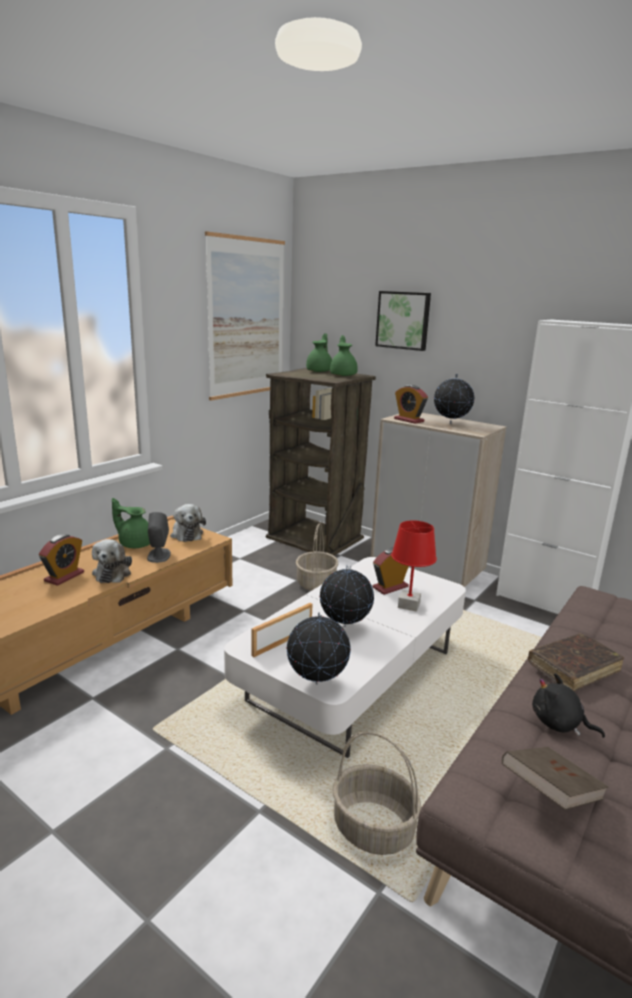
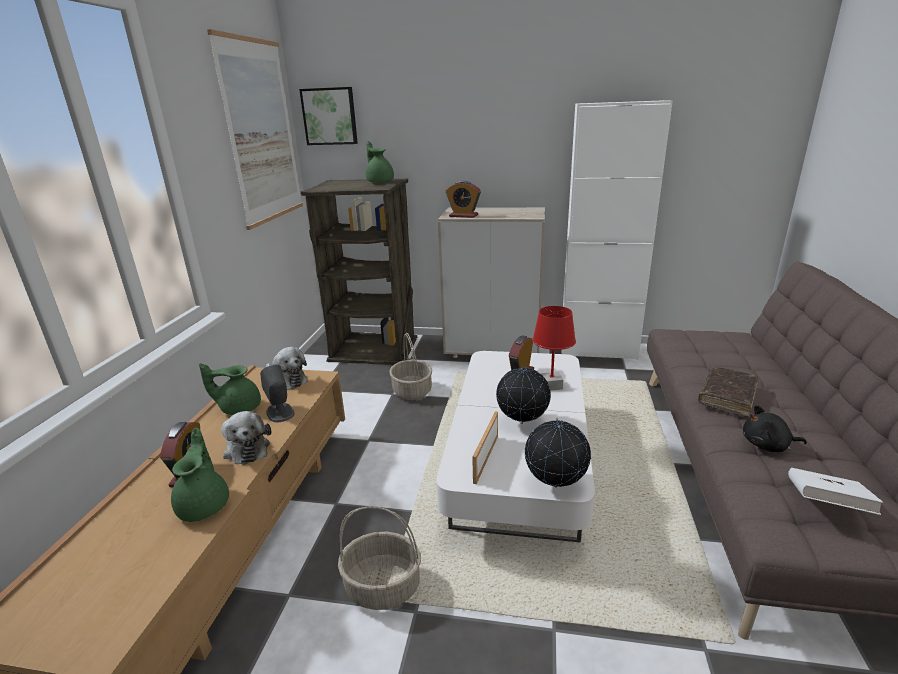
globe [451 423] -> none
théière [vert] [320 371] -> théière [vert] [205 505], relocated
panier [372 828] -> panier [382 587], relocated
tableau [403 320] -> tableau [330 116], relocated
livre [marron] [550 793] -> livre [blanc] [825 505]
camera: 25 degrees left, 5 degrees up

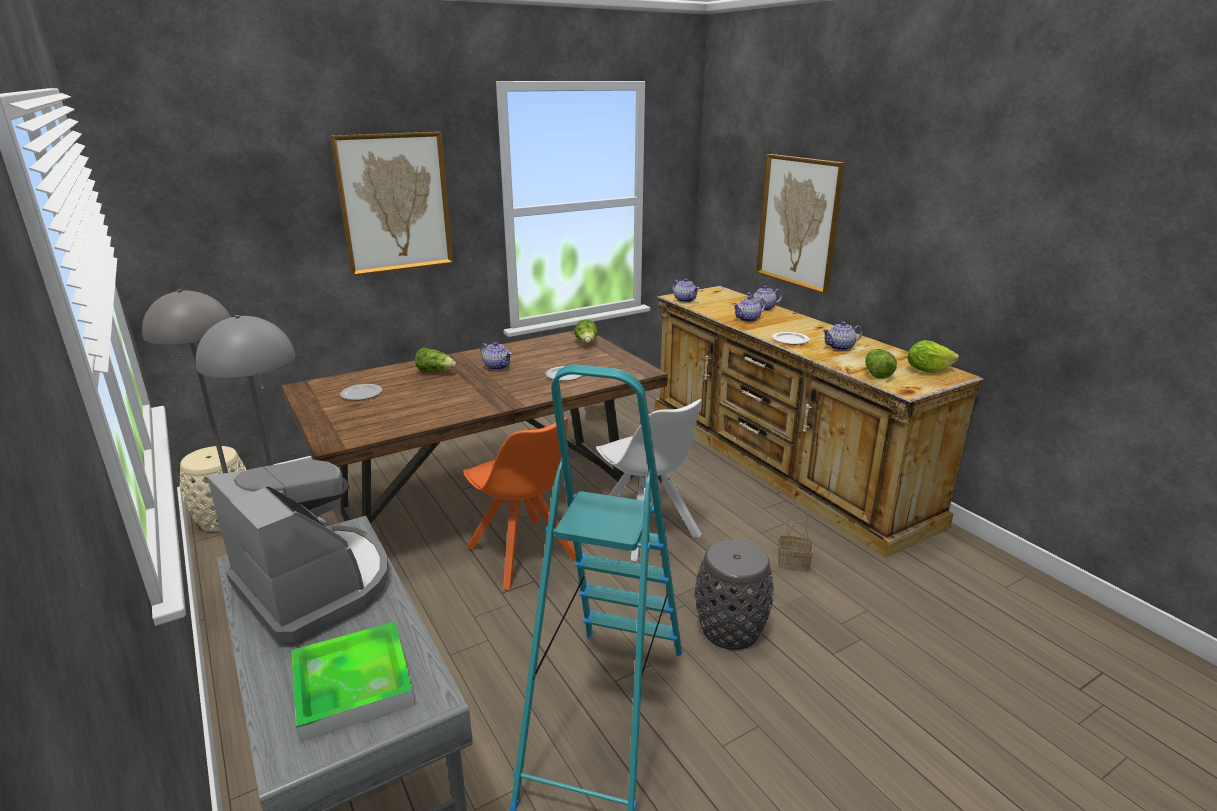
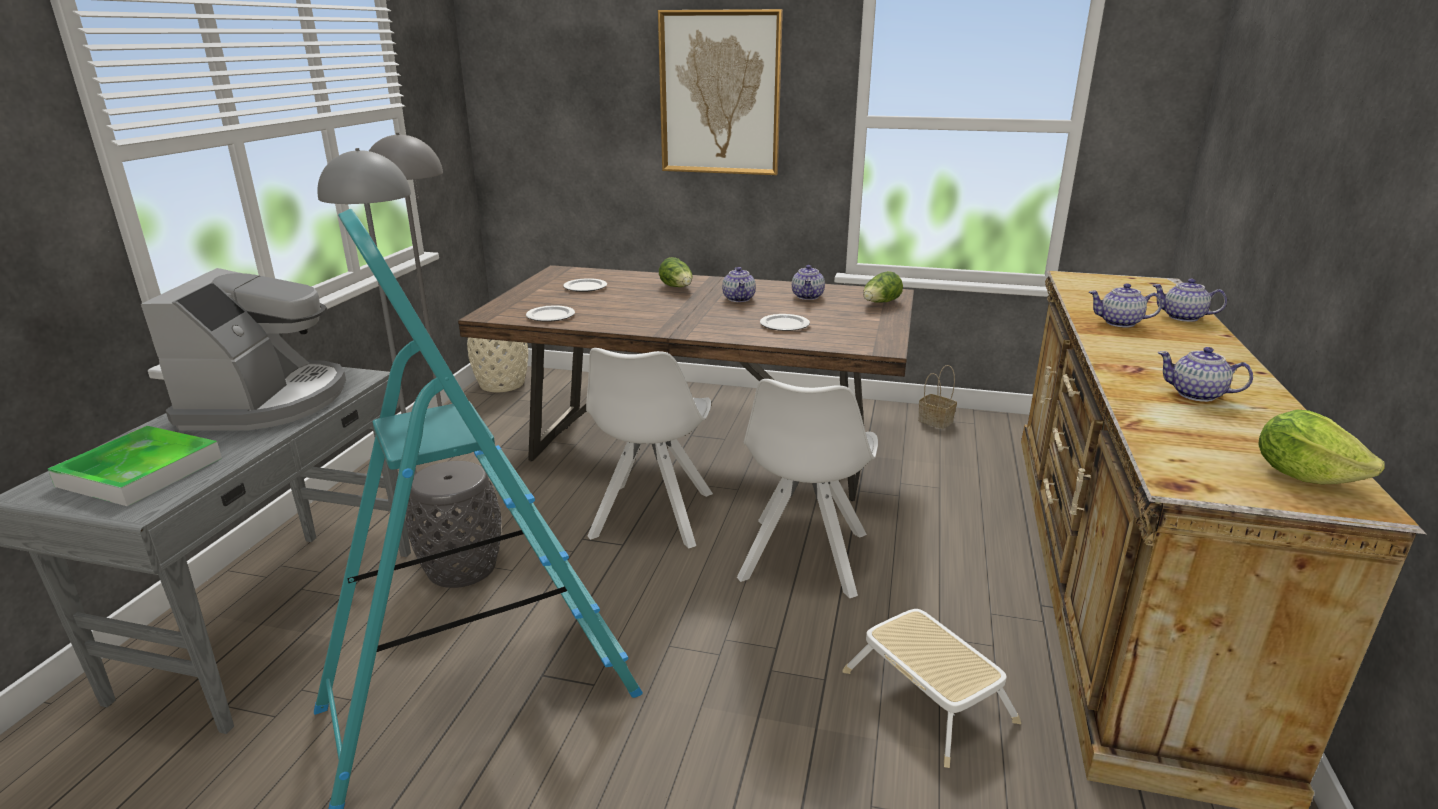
tableau [799 222] -> none
laitue [876 373] -> none
théière [685 300] -> théière [808 296], relocated
tabouret [gris] [730 630] -> tabouret [gris] [461 568], relocated
assiette [790 340] -> assiette [550 316], relocated
panier [794 562] -> escabeau [beige] [927 696]
chaise [orange] [523 554] -> chaise [blanc] [651 516]
camera: 45 degrees right, 0 degrees up

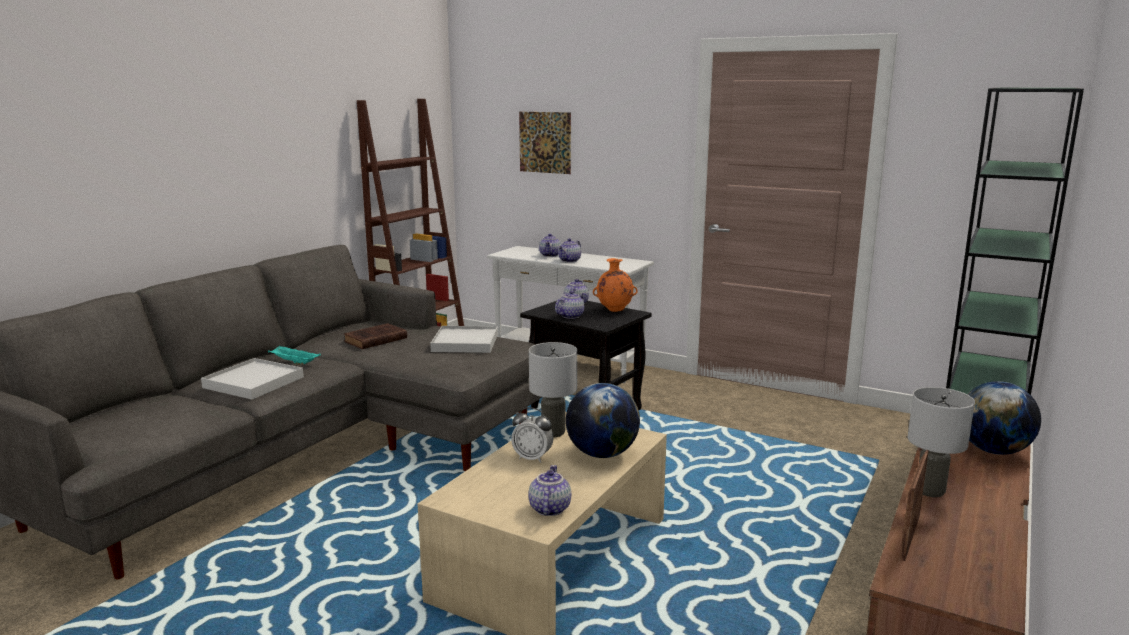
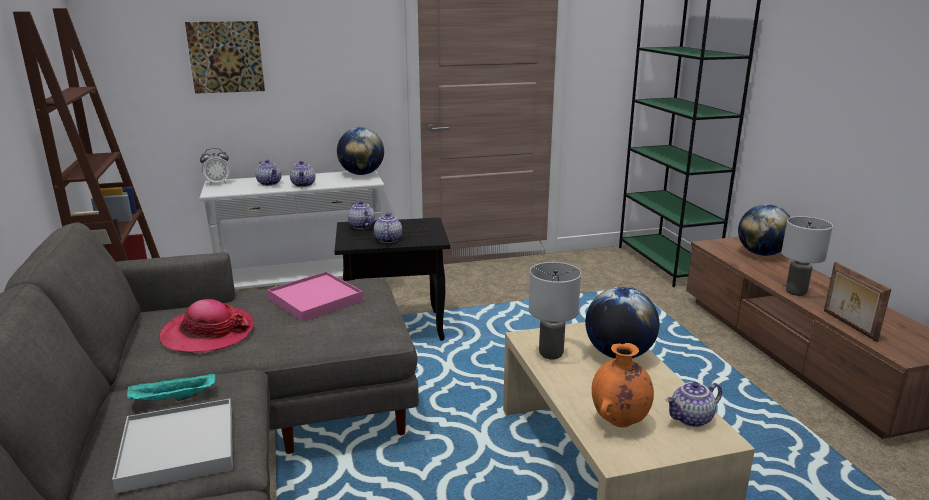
none -> globe [361 174]
réveil [532 458] -> réveil [217 183], relocated
vase [orange] [614 310] -> vase [orange] [619 422], relocated
livre [marron] [374 340] -> chapeau [208 333]
plateau [blanc] [465 343] -> plateau [rose] [315 299]
théière [548 509] -> théière [691 419], 75 degrees counterclockwise
camera: 45 degrees left, 5 degrees up

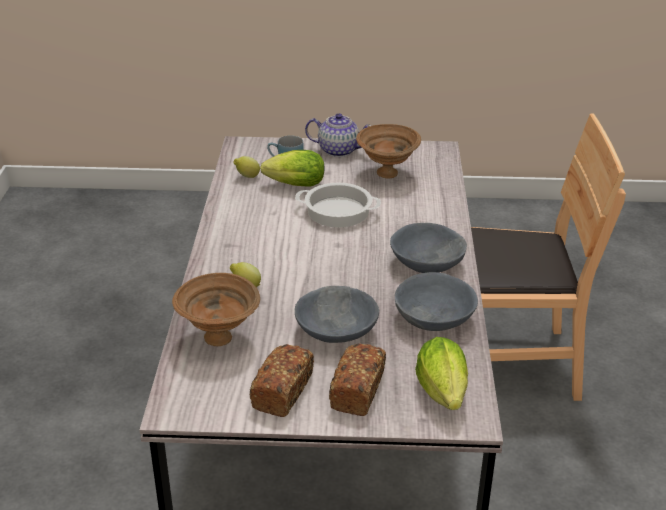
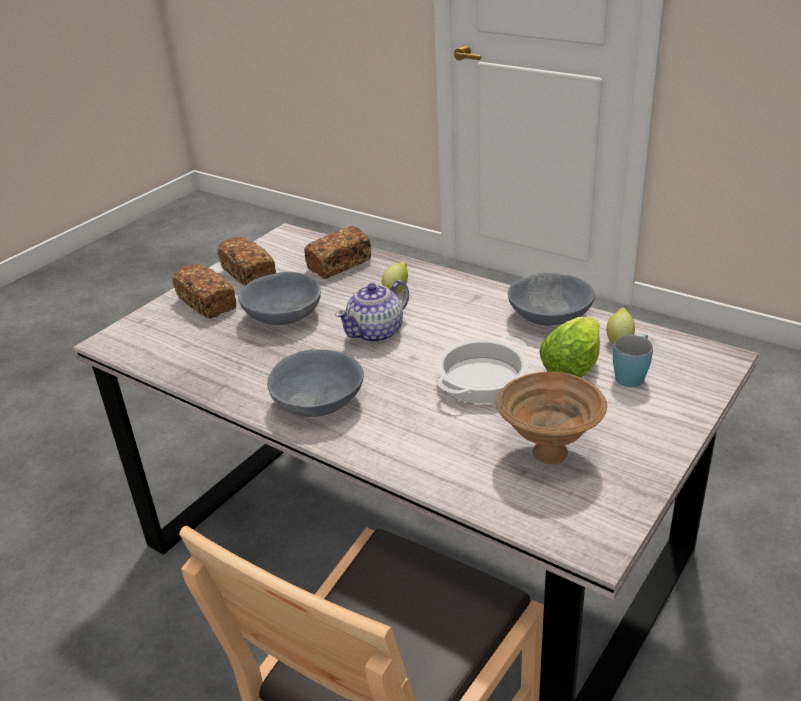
laitue [443 396] -> none
théière [338 150] -> théière [376 332], relocated
bol [gris] [435 318] -> bol [gris] [549 317], relocated
bol [marron] [220 338] -> pain [339 264]
camera: 125 degrees right, 0 degrees up

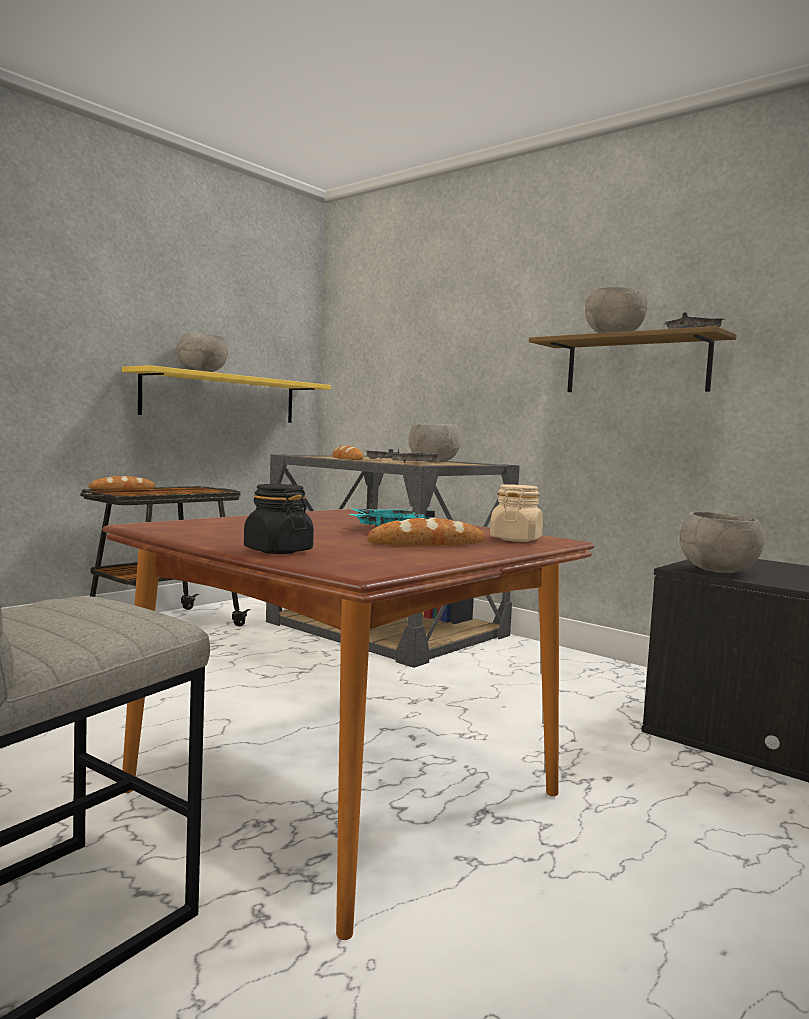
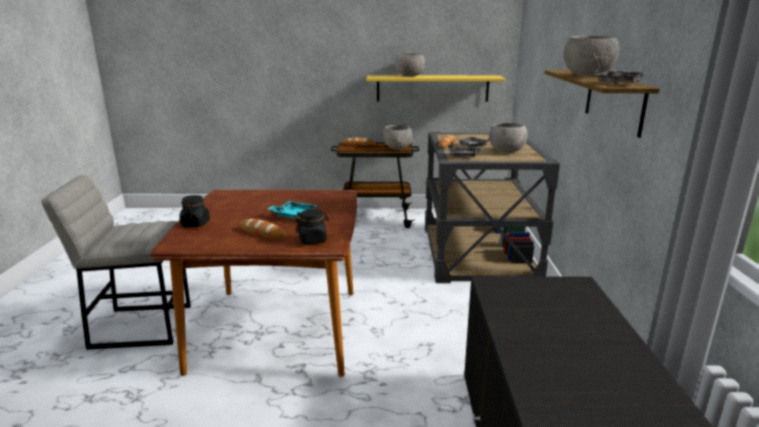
bol [gris] [717 571] -> bol [gris] [397 148], relocated
bocal [beige] [515 539] -> bocal [noir] [313 240]
camera: 50 degrees right, 15 degrees up

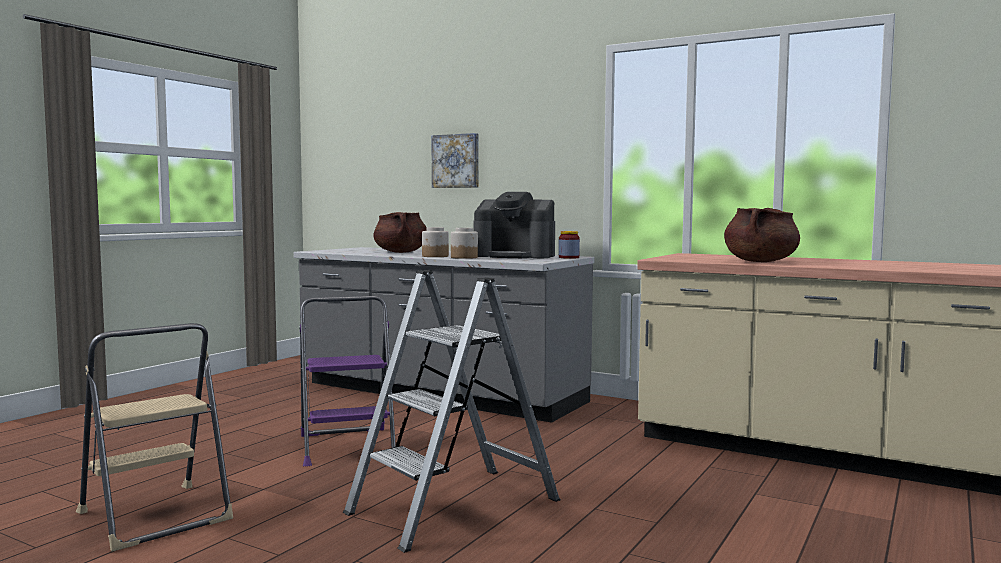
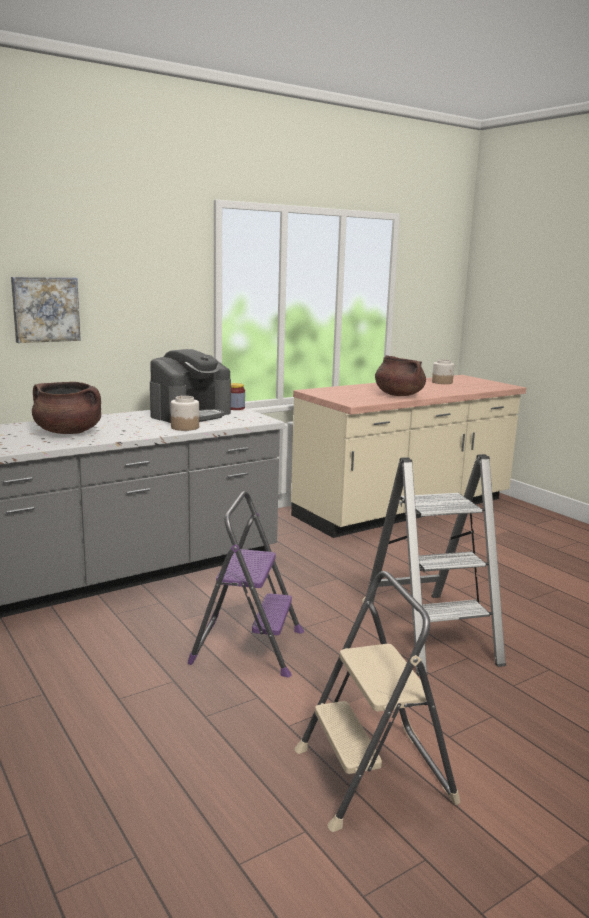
bocal [435 256] -> bocal [442 382], relocated
camera: 65 degrees left, 10 degrees up

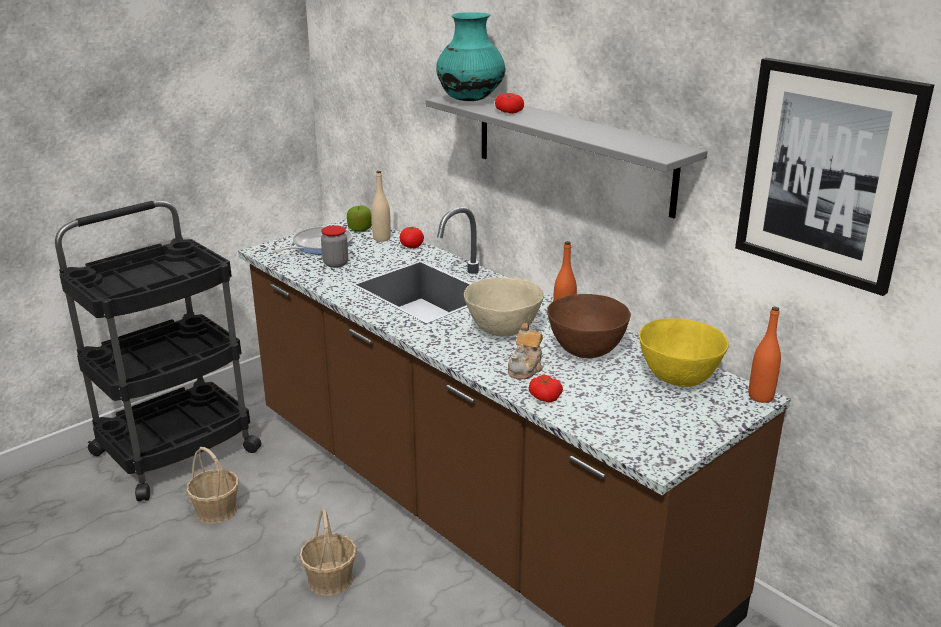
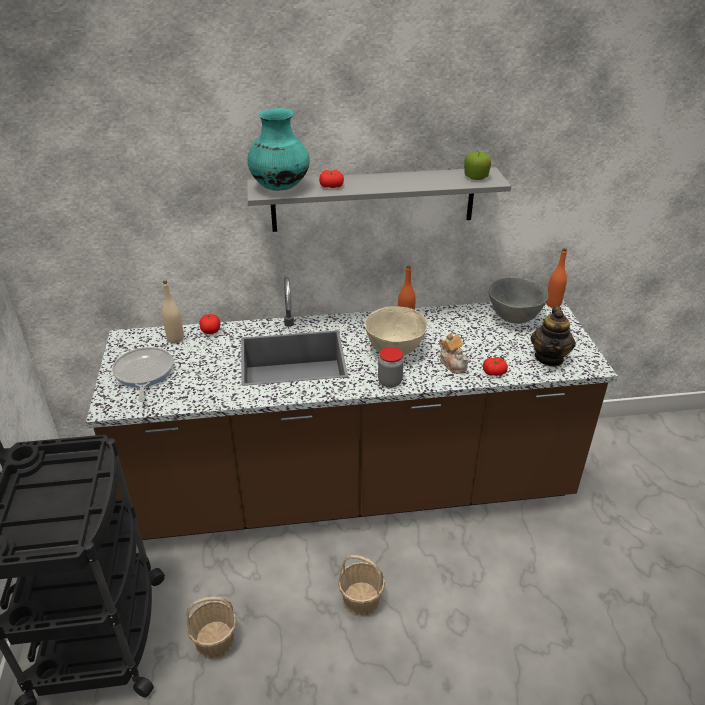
bol [marron] [586 351] -> none
tableau [826 174] -> none
none -> théière [549 358]
bocal [335 264] -> bocal [390 381], relocated
pomme [360 229] -> pomme [476 177], relocated
bol [jaune] [679 379] -> bol [gris] [514 318]
camera: 55 degrees left, 10 degrees up

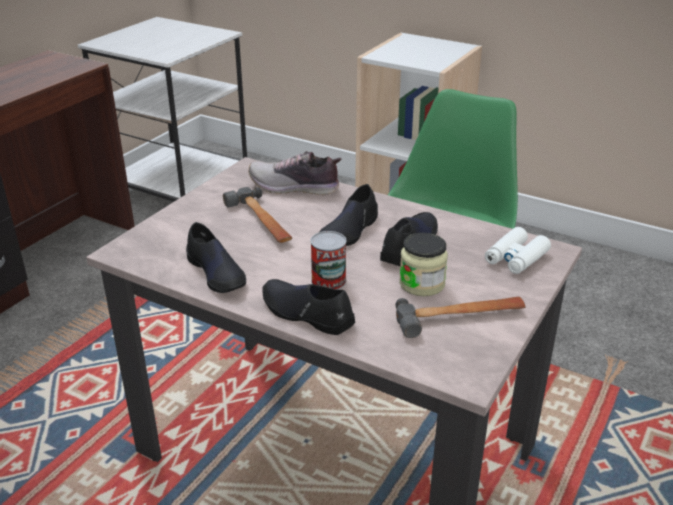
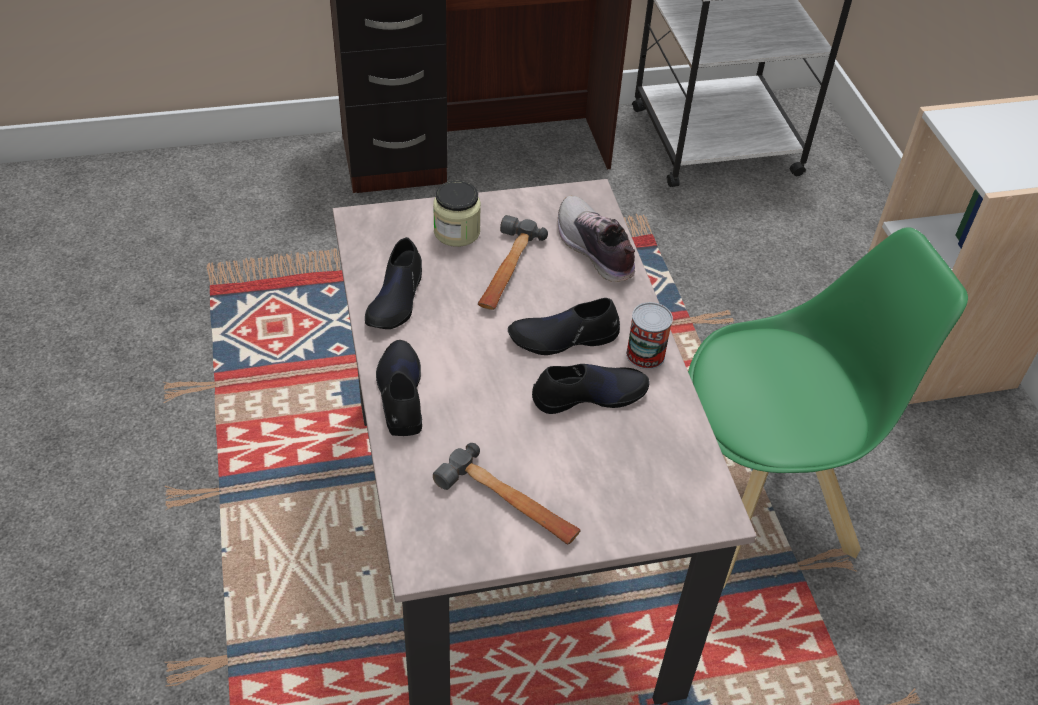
jumelles [blanc] [516 258] -> none
boîte métallique [328 281] -> boîte métallique [645 354], relocated
bocal [422 284] -> bocal [457 232], relocated
camera: 45 degrees right, 15 degrees up

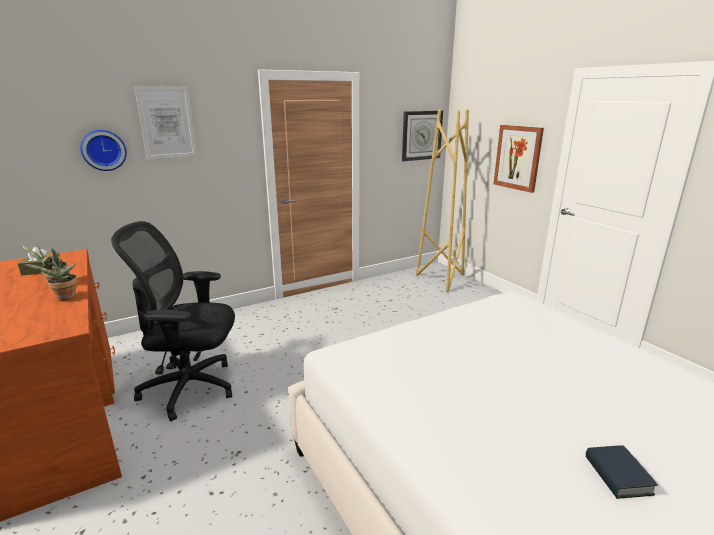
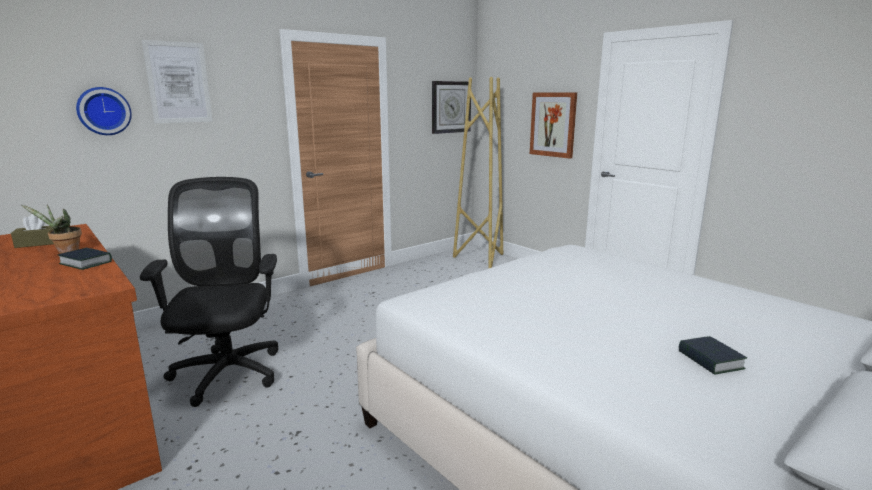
plante en pot [65 298] -> livre [86 263]
chaise de bureau [noir] [195 386] -> chaise de bureau [noir] [228 377], 90 degrees clockwise
camera: 10 degrees left, 5 degrees down

